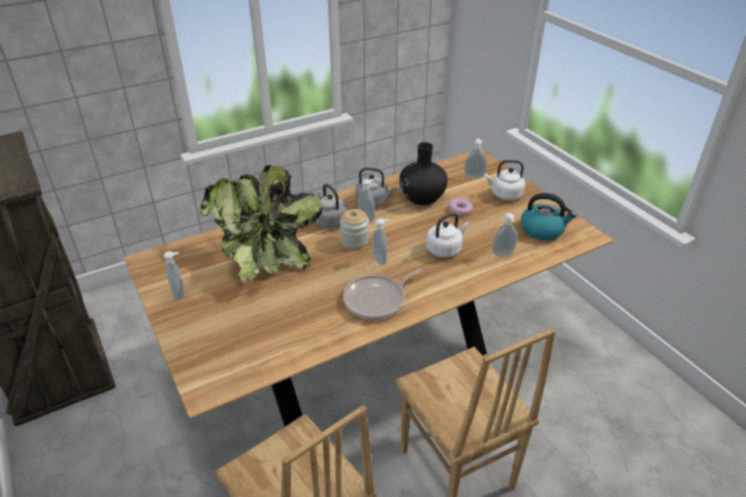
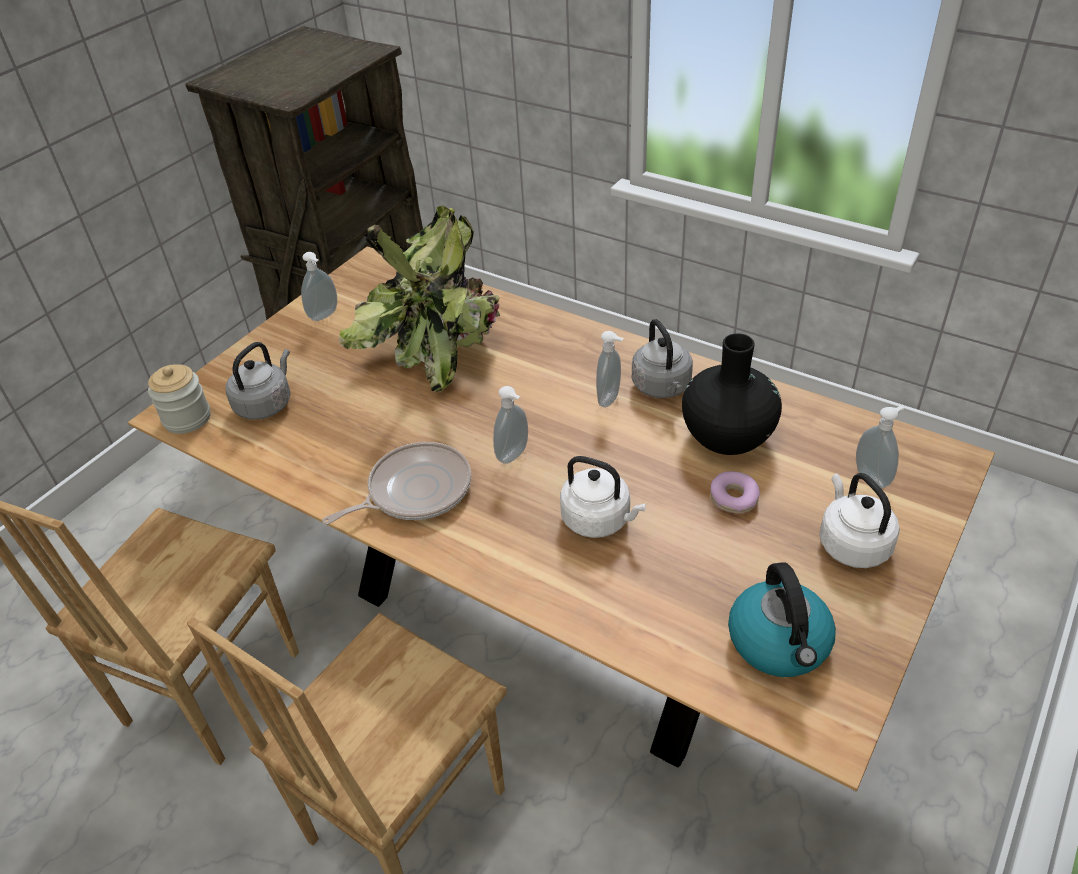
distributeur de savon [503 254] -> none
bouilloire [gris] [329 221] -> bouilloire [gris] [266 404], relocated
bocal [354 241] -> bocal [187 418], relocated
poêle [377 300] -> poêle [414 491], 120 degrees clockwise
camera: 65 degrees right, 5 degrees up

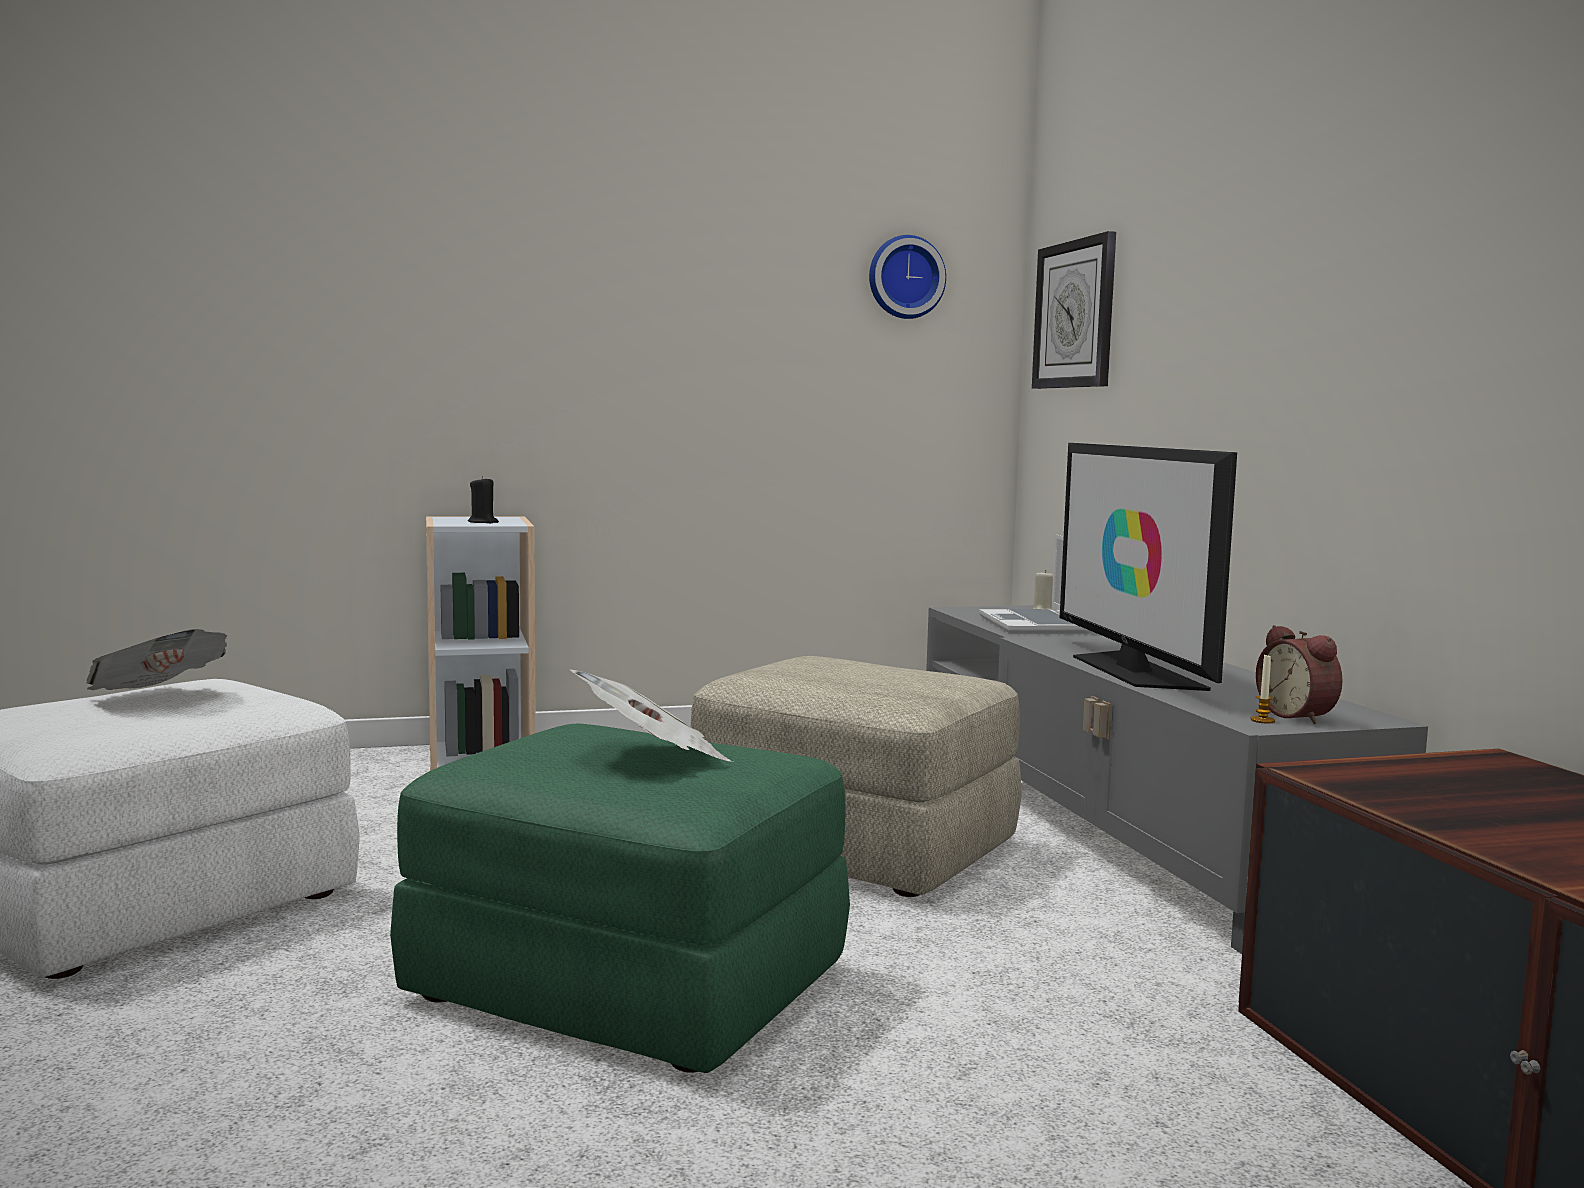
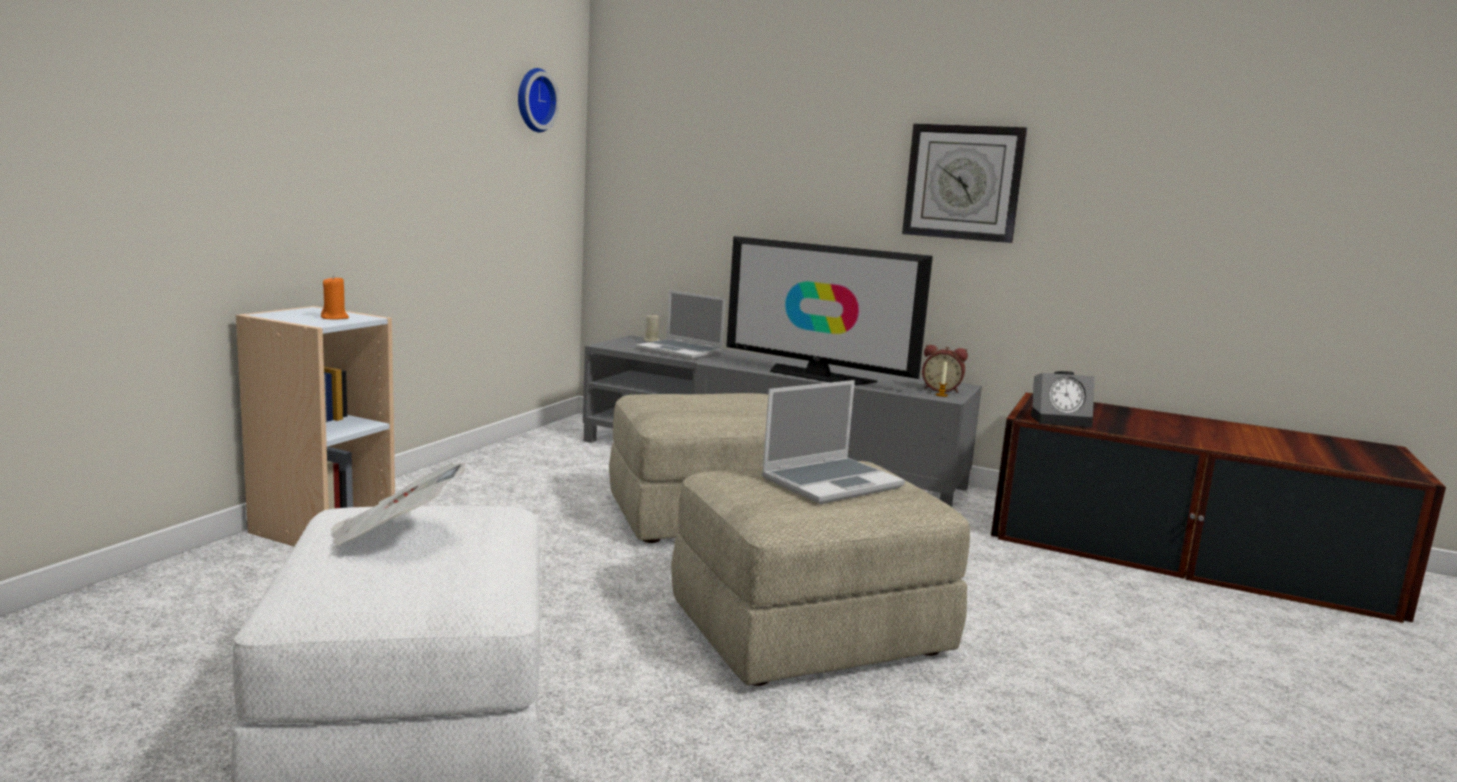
none -> réveil [1061 420]
horloge murale [1075 314] -> horloge murale [963 182], relocated
journal [653 758] -> ordinateur portable [832 482]
pouf [vert] [632 984] -> pouf [beige] [810 629]
bougie [noir] [483 522] -> bougie [orange] [335 318]
camera: 50 degrees left, 5 degrees up

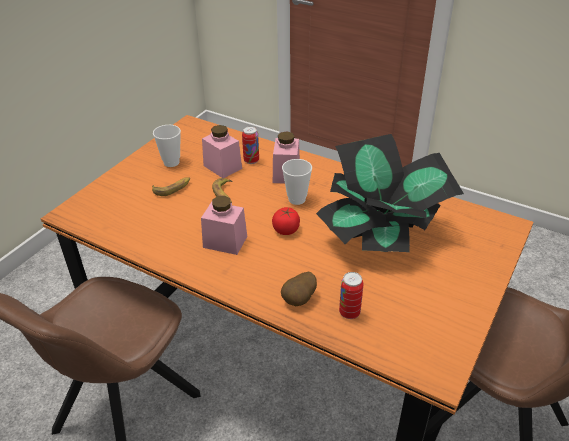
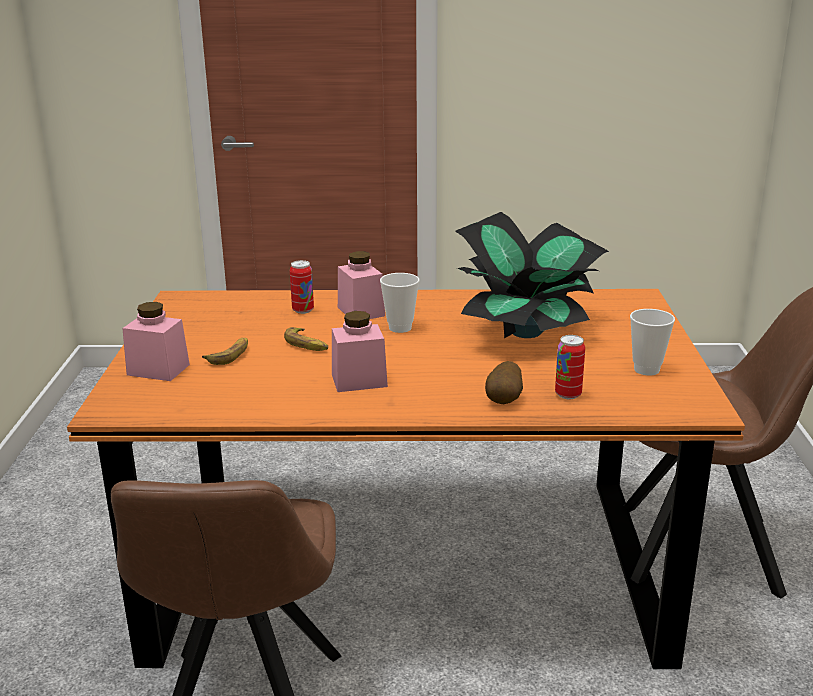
tomate [286 230] -> none
tasse [171 162] -> tasse [646 370], relocated
bocal [rose] [222 167] -> bocal [rose] [158 370], relocated
camera: 30 degrees left, 15 degrees down

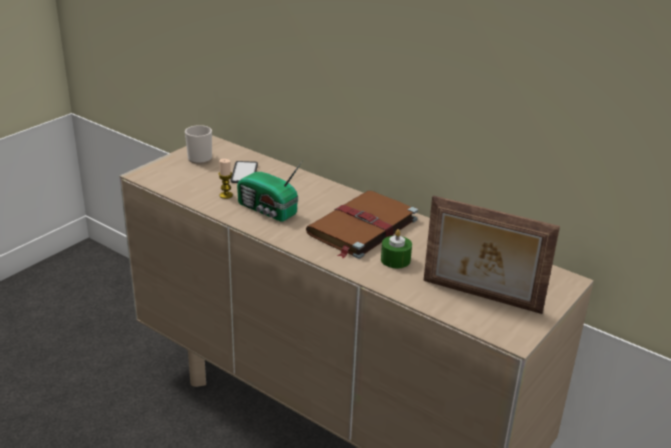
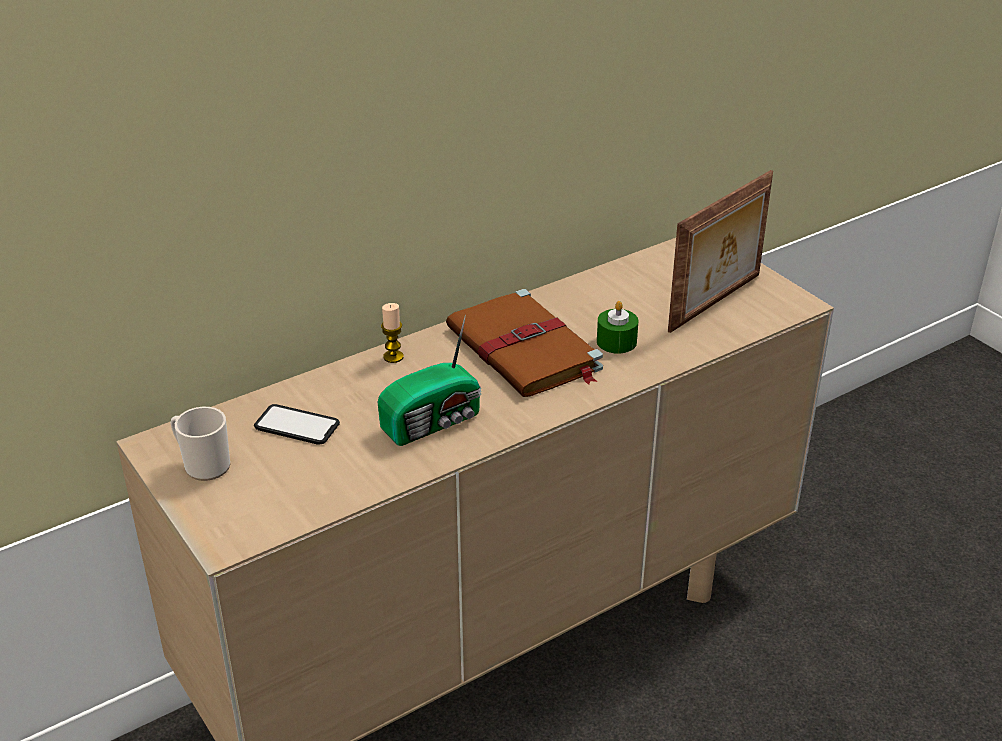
bougie [226 195] -> bougie [393 357], relocated
camera: 70 degrees left, 5 degrees up

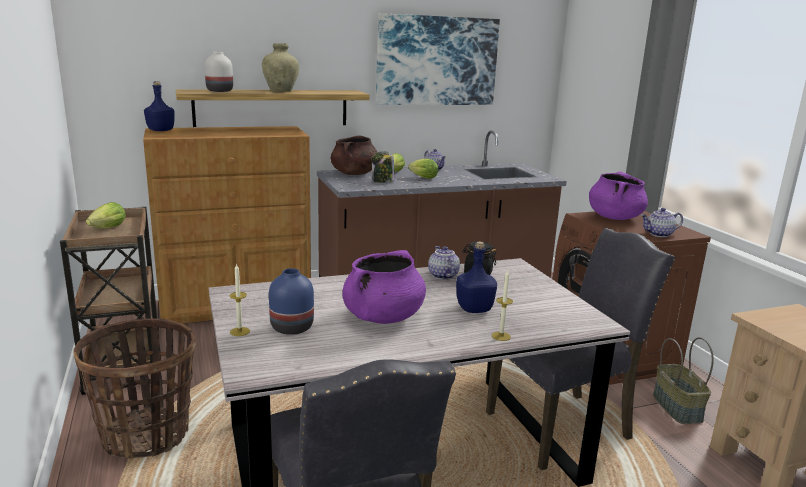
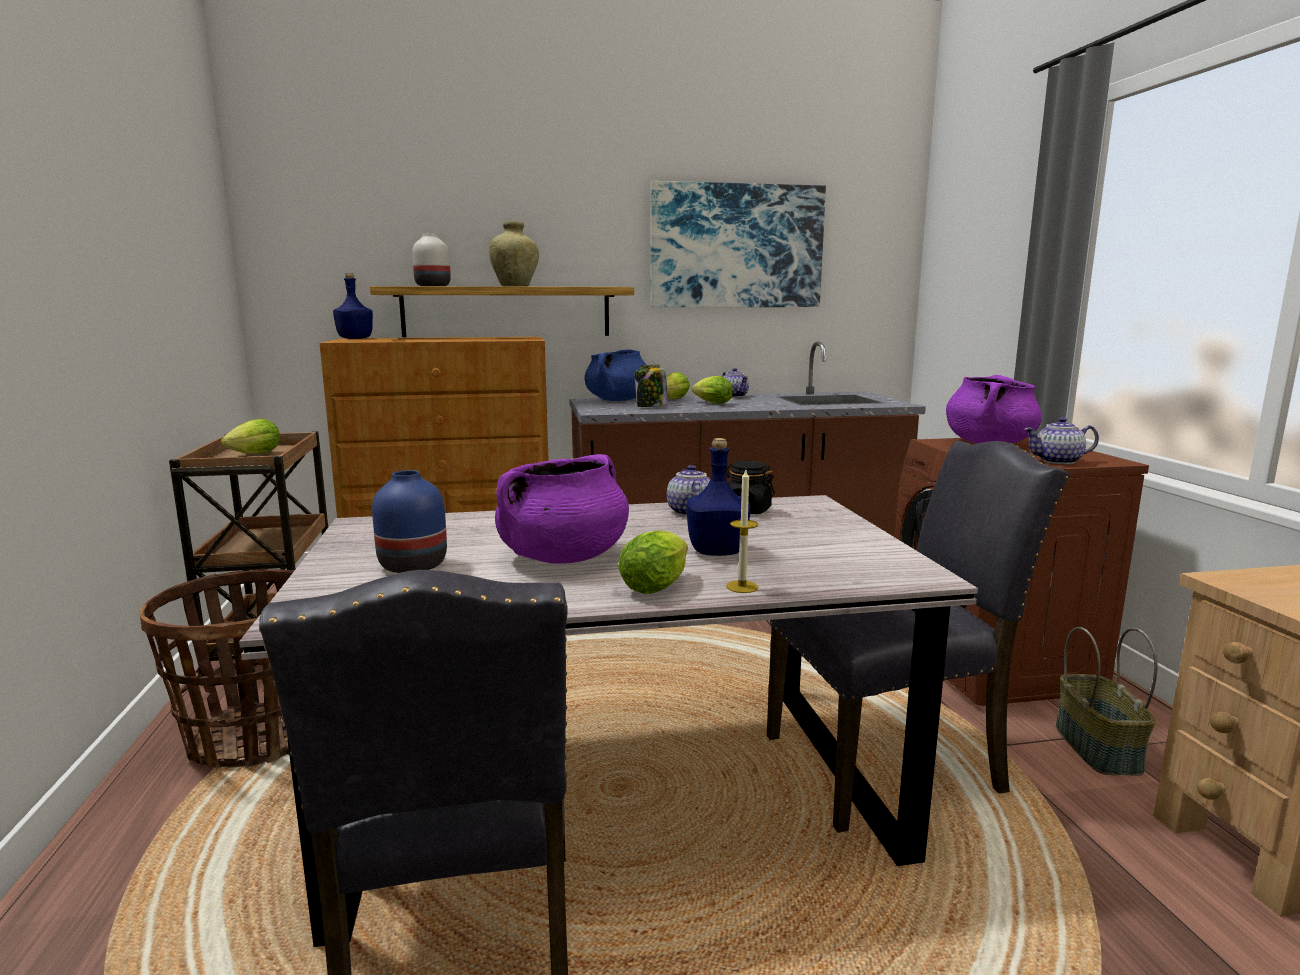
bougie [240 331] -> none
none -> laitue [658 585]
marmite [marron] [354 174] -> marmite [bleu] [617 400]
camera: 10 degrees right, 5 degrees down

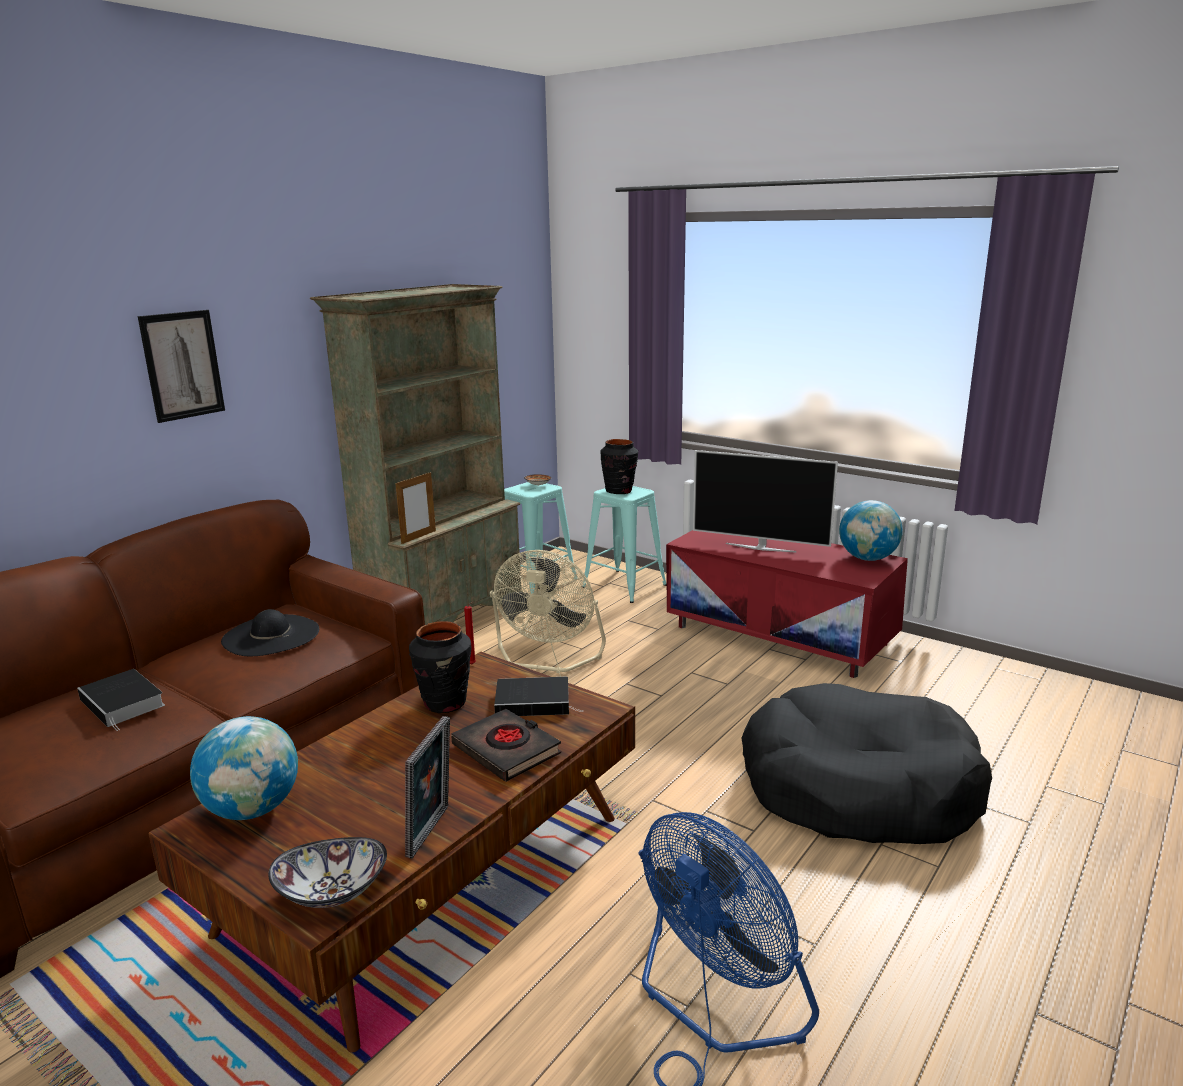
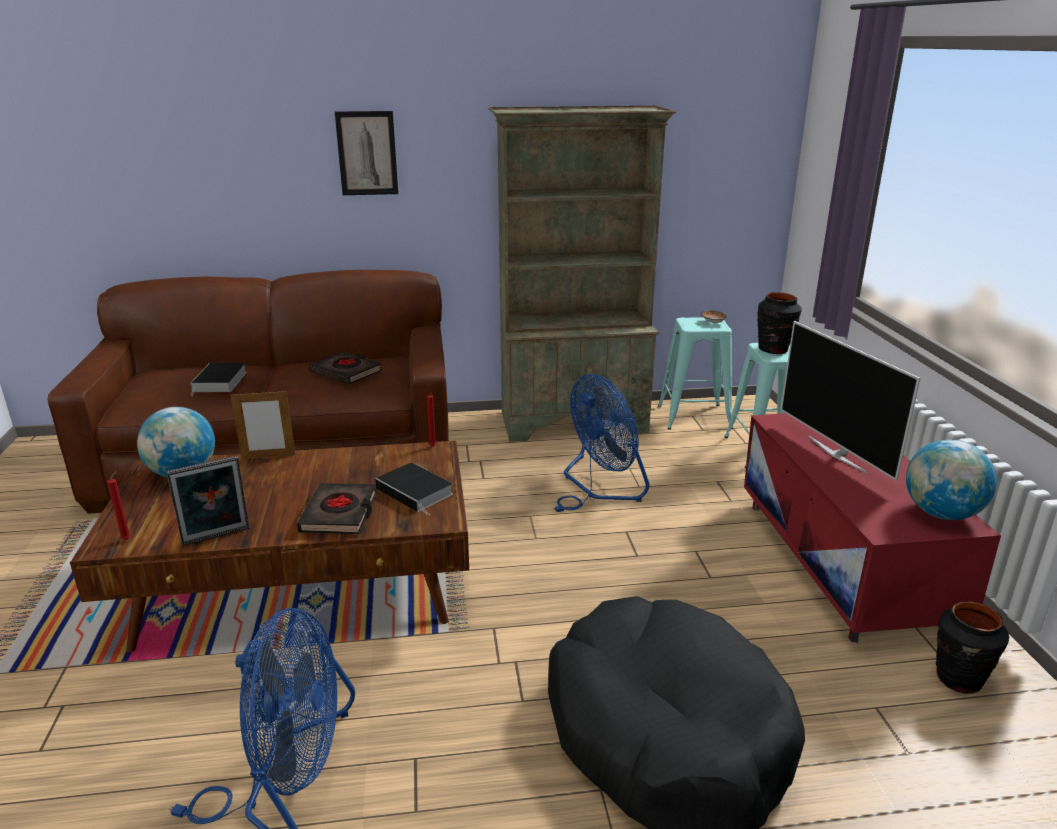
cadre photo [418 537] -> cadre photo [268 456], relocated
vase [noir] [445 703] -> vase [noir] [958 679], relocated
chapeau [noir] [270 635] -> livre [noir] [346 372]
bol [333 891] -> bougie [rouge] [128 539]
ventilateur [beige] [546 663] -> ventilateur [bleu] [593 485]
camera: 45 degrees right, 5 degrees up

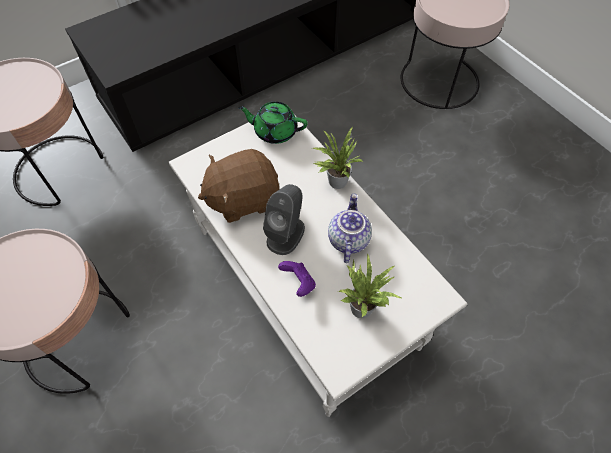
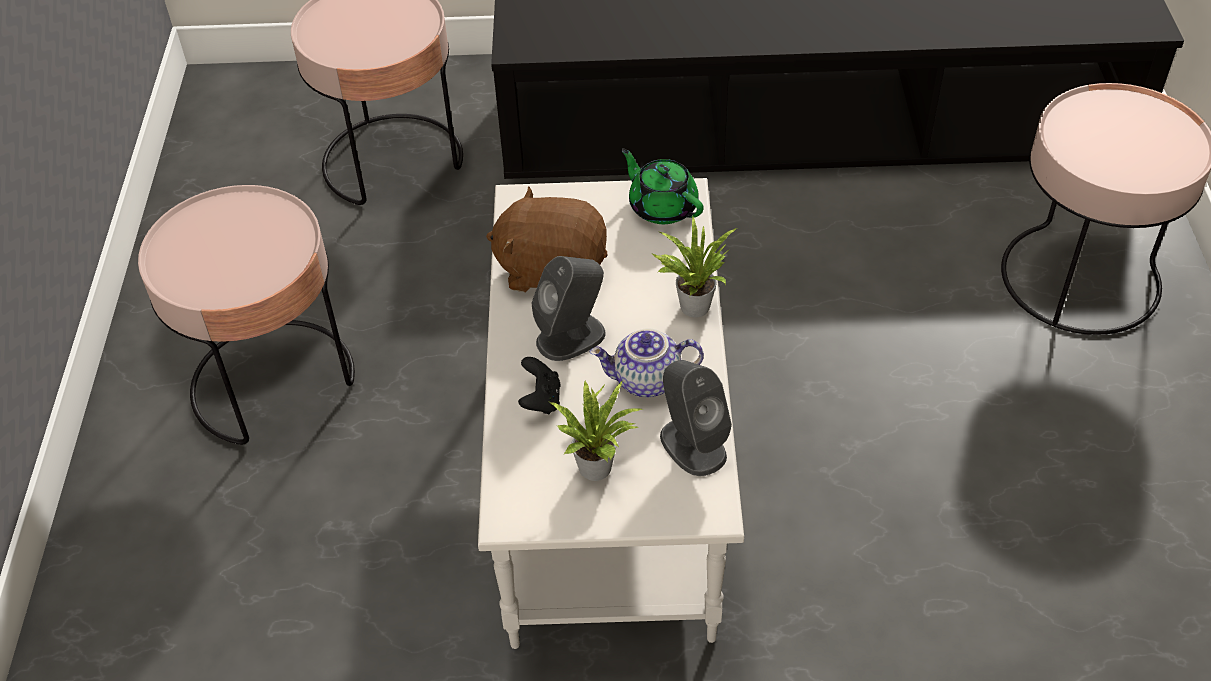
none -> enceinte [gris] [692 445]
manette [violet] [299 283] -> manette [noir] [541 400]
théière [347 239] -> théière [646 381], 135 degrees counterclockwise
camera: 35 degrees right, 10 degrees down

